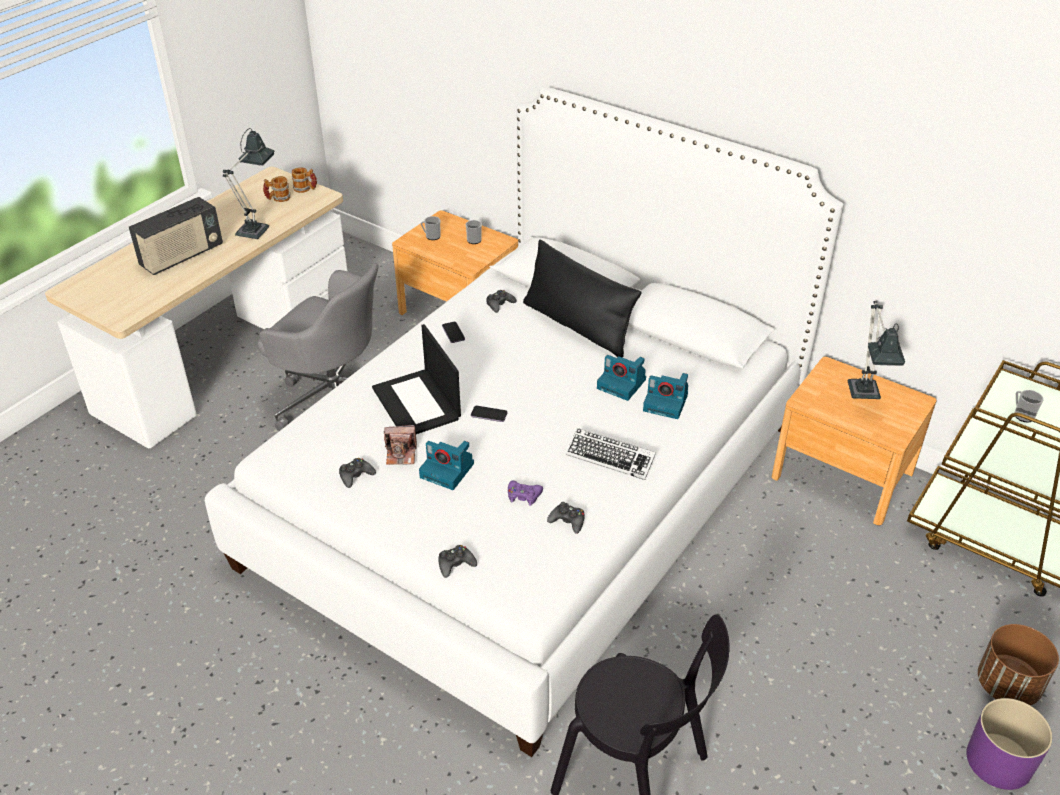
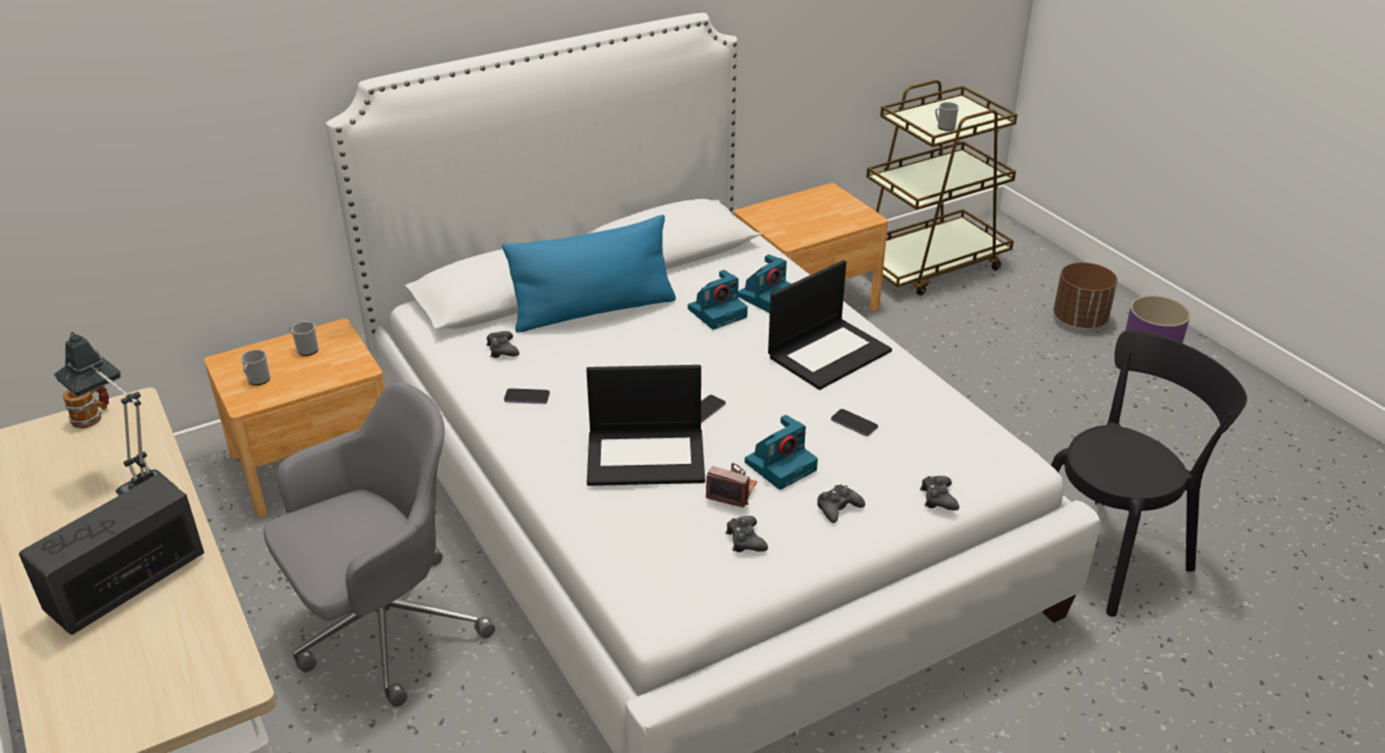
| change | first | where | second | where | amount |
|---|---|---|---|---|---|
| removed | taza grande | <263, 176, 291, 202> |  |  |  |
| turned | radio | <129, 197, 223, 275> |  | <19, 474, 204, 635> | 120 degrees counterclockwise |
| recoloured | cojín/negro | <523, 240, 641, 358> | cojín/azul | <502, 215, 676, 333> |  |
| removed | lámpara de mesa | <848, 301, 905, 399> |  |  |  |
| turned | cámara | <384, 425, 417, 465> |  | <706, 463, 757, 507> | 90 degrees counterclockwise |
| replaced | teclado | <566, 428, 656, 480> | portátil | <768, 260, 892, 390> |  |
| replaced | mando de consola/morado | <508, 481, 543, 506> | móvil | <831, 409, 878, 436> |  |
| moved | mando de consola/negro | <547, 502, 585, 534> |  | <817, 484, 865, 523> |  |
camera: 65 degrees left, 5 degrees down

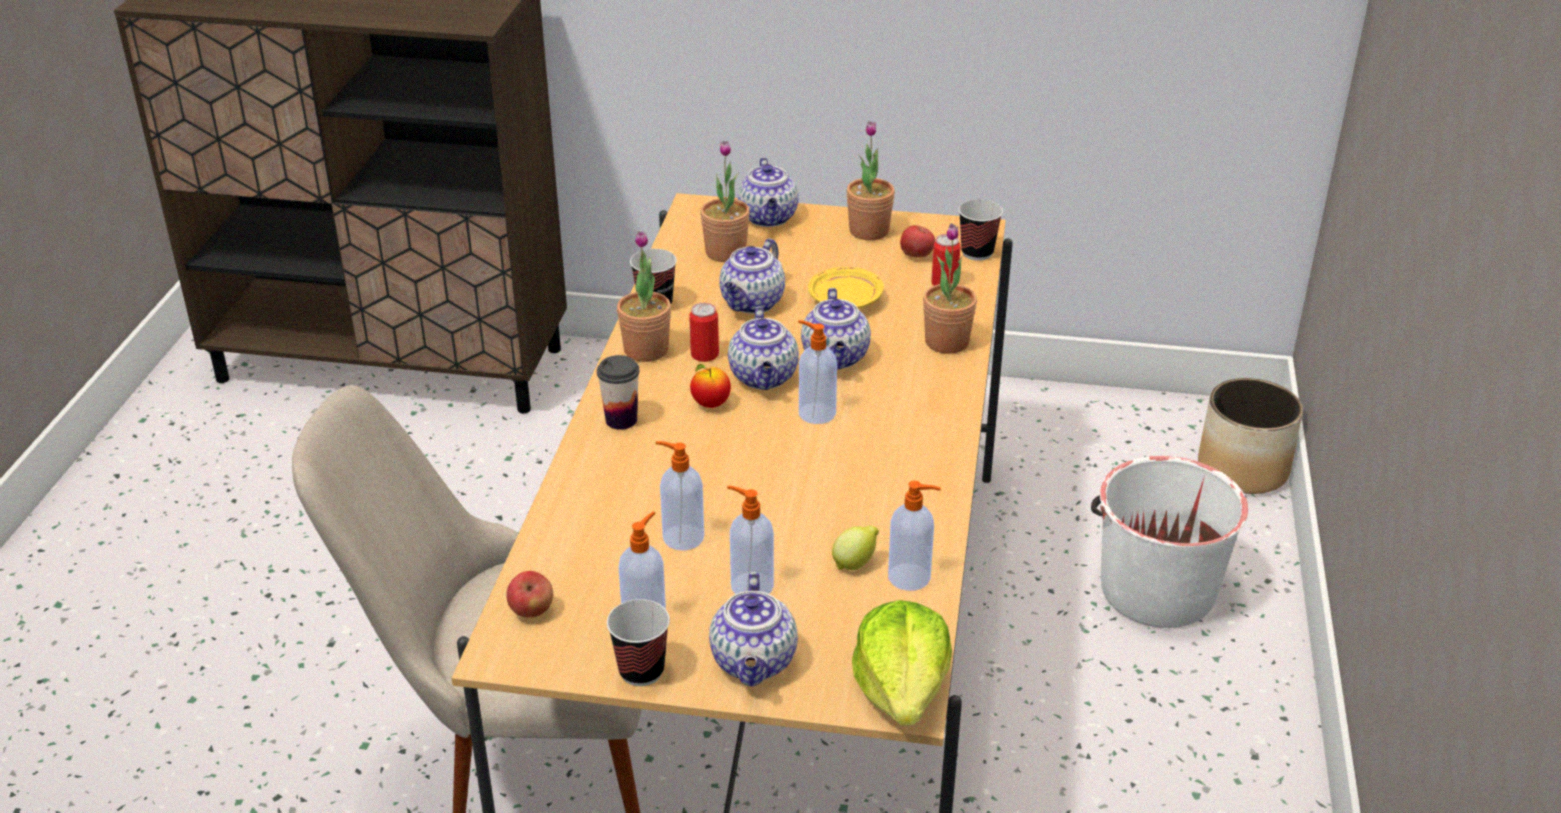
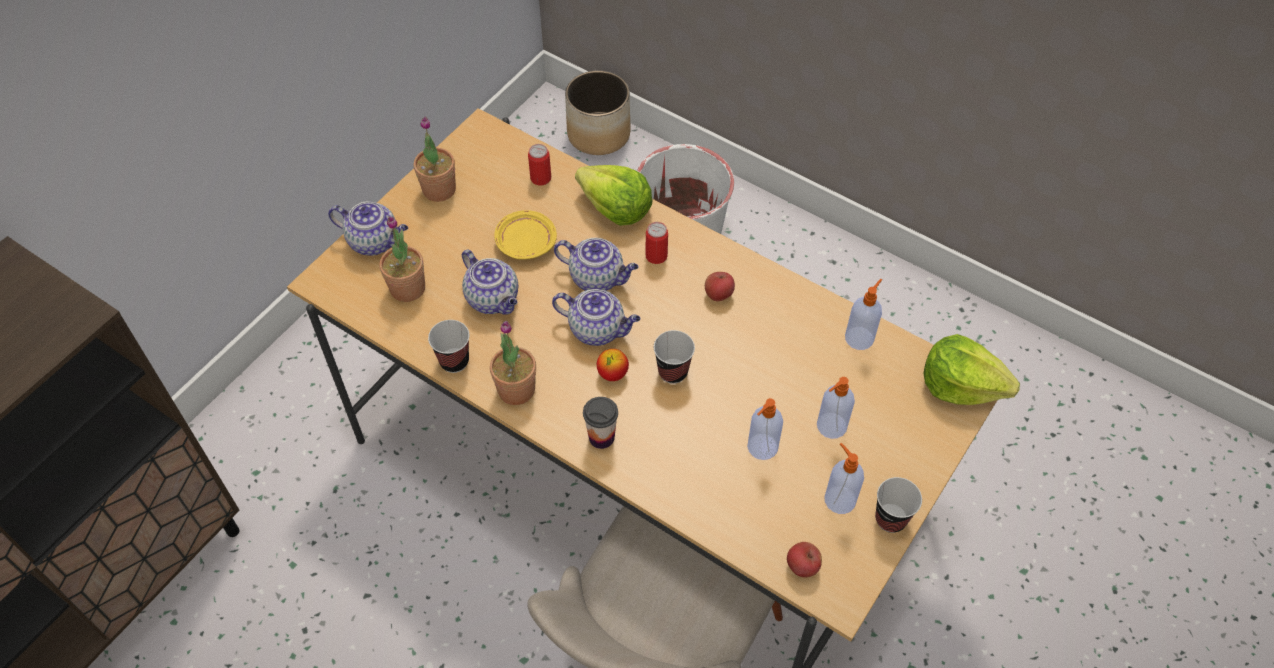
| change | first | where | second | where | amount |
|---|---|---|---|---|---|
| moved | taza | <958, 199, 1003, 261> |  | <654, 330, 695, 384> |  |
| replaced | planta en maceta | <923, 223, 977, 354> | lechuga | <575, 165, 653, 226> |  |
| moved | manzana | <900, 225, 935, 257> |  | <705, 272, 735, 301> |  |
| moved | lata | <689, 303, 719, 362> |  | <645, 222, 668, 264> |  |
| removed | dispensador de jabón | <798, 320, 837, 424> |  |  |  |
| removed | limón | <832, 525, 879, 570> |  |  |  |
| removed | tetera | <709, 572, 798, 686> |  |  |  |
camera: 65 degrees left, 20 degrees up

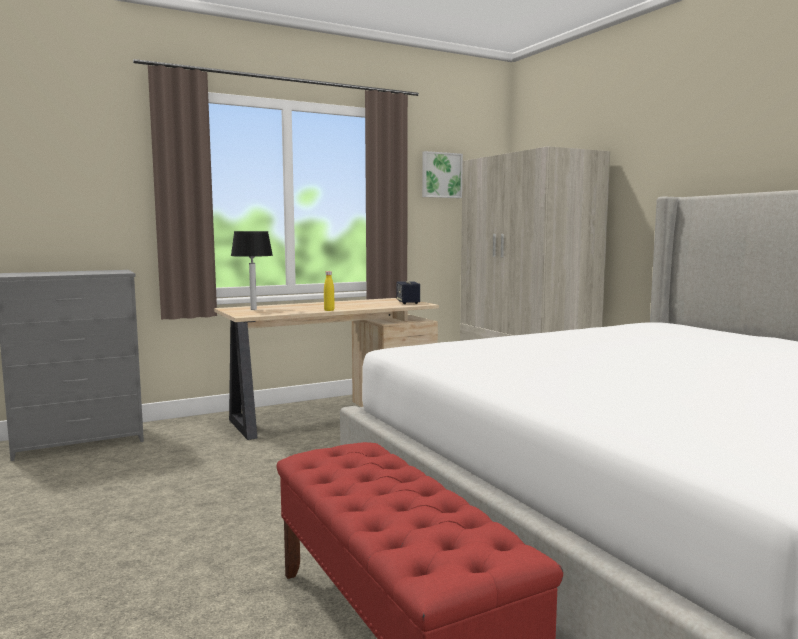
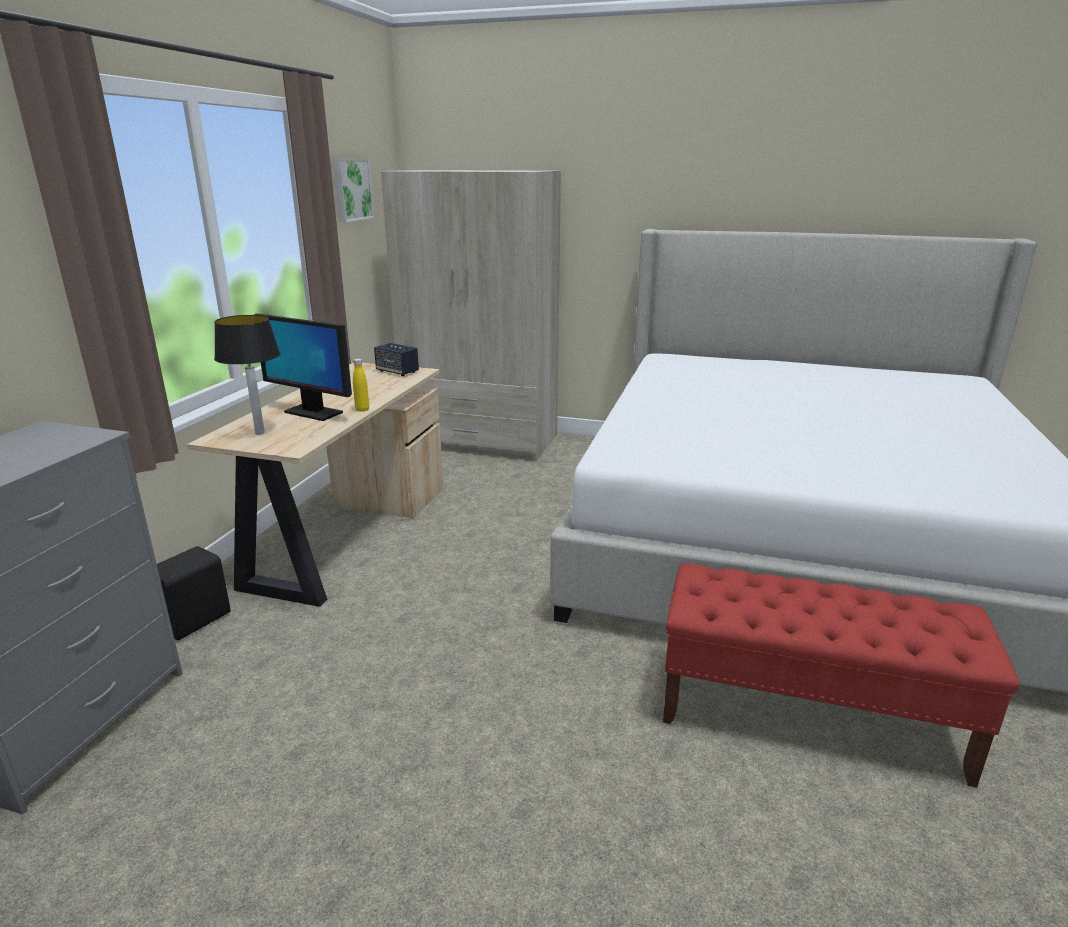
| change | first | where | second | where | amount |
|---|---|---|---|---|---|
| added |  |  | monitor | <253, 314, 352, 421> |  |
| added |  |  | altavoz/negro | <157, 546, 231, 640> |  |
camera: 45 degrees left, 15 degrees up

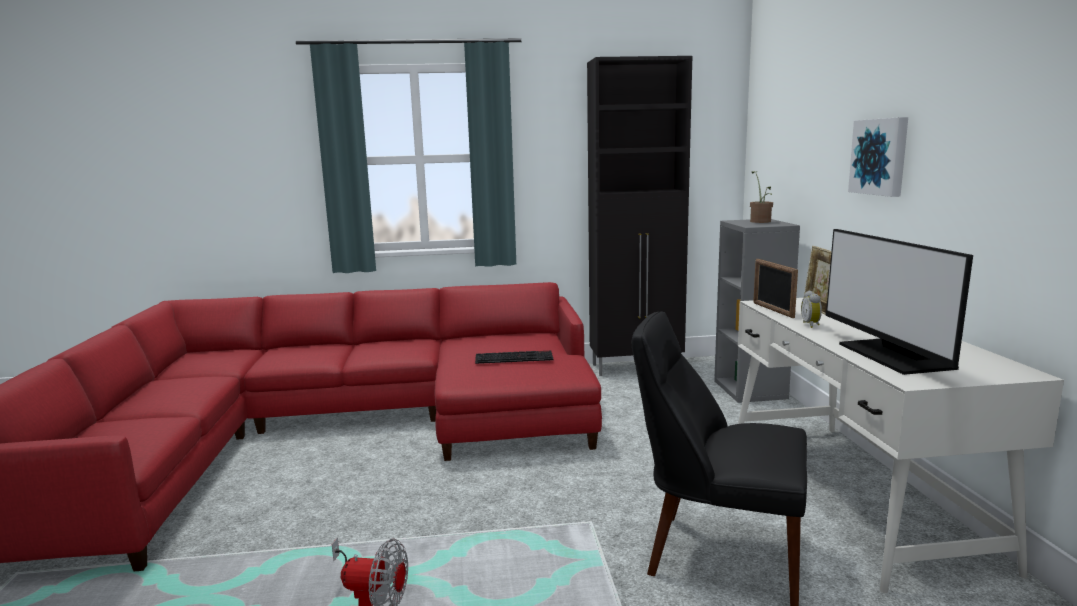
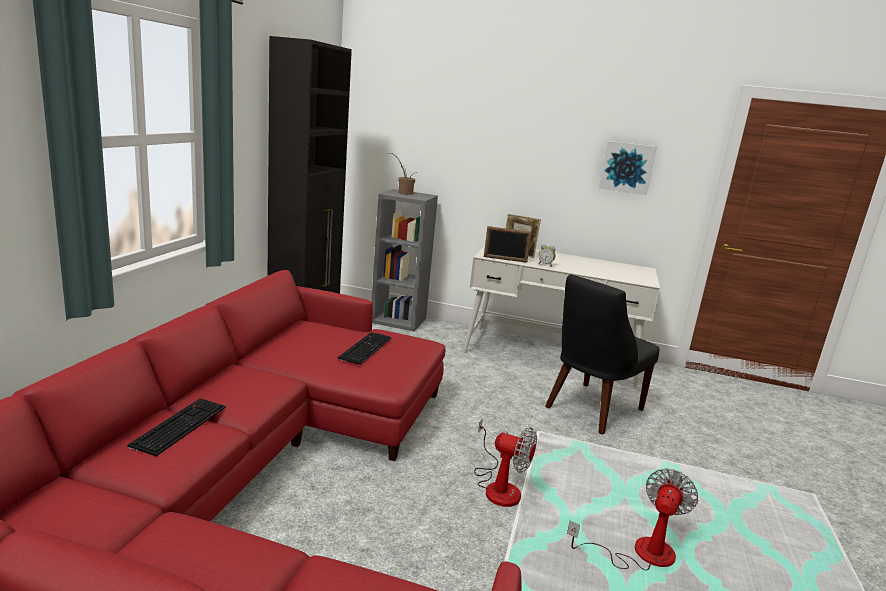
| change | first | where | second | where | amount |
|---|---|---|---|---|---|
| moved | cuadro | <848, 117, 908, 197> |  | <599, 141, 657, 195> |  |
| removed | monitor | <825, 229, 973, 375> |  |  |  |
| added |  |  | teclado | <127, 398, 226, 456> |  |
| added |  |  | ventilador | <474, 419, 537, 507> |  |
camera: 70 degrees left, 5 degrees up

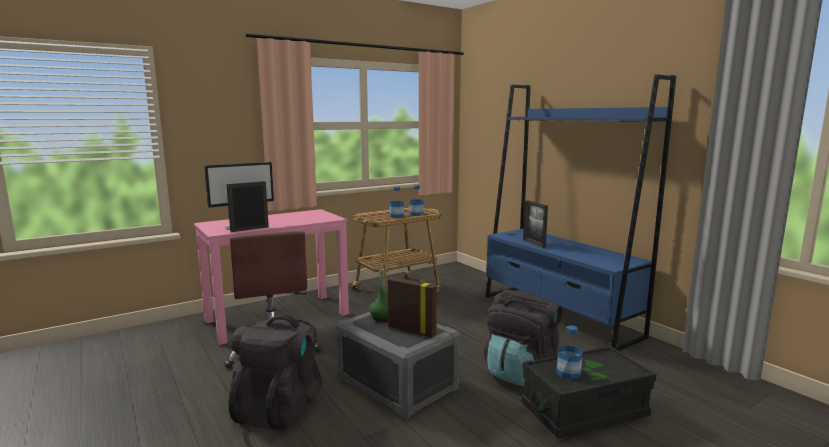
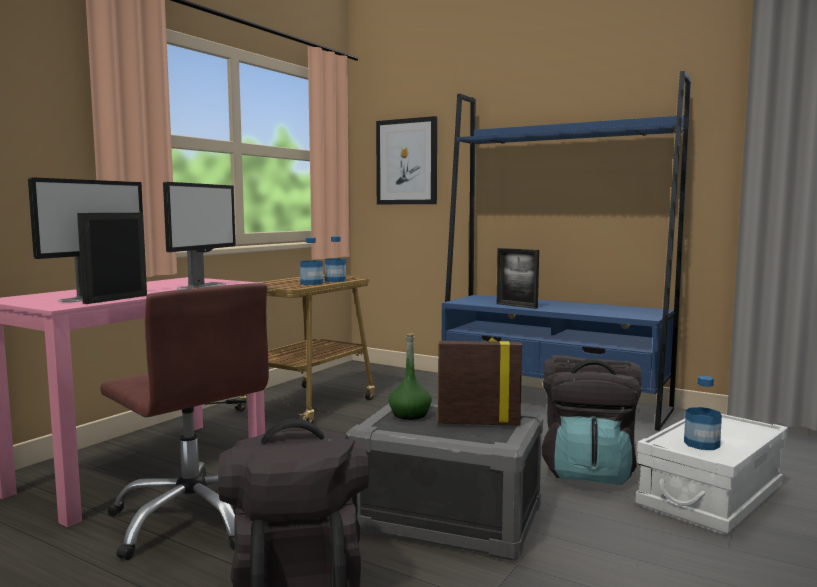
| change | first | where | second | where | amount |
|---|---|---|---|---|---|
| recoloured | caja de almacenaje/negro | <521, 346, 657, 438> | caja de almacenaje/blanco | <635, 414, 788, 534> |  |
| added |  |  | cuadro | <376, 116, 437, 204> |  |
| added |  |  | monitor | <163, 182, 236, 290> |  |
camera: 25 degrees left, 5 degrees down

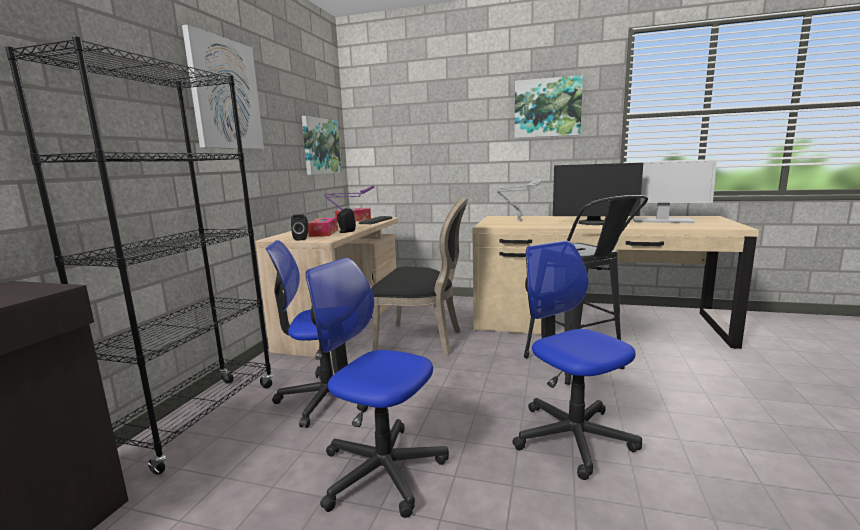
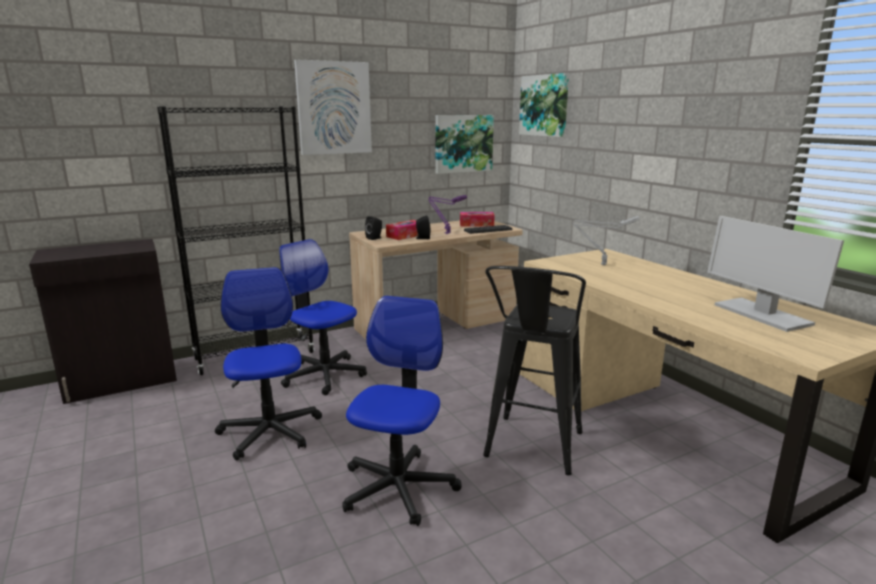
| change | first | where | second | where | amount |
|---|---|---|---|---|---|
| moved | cuadro | <515, 75, 583, 138> |  | <519, 73, 569, 137> |  |
| removed | monitor | <553, 163, 643, 225> |  |  |  |
| removed | silla/negro | <371, 197, 468, 355> |  |  |  |
camera: 45 degrees right, 5 degrees up

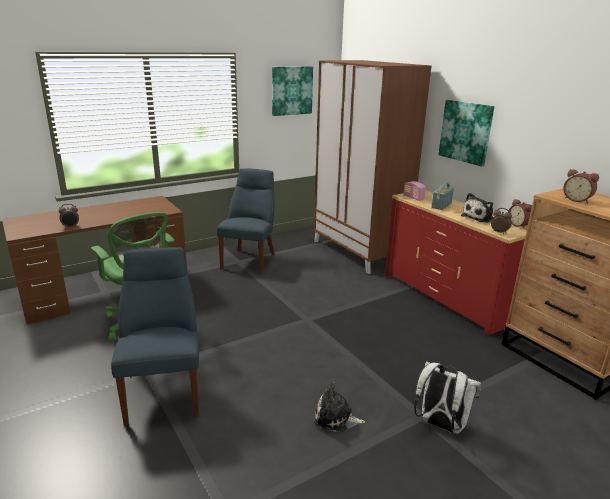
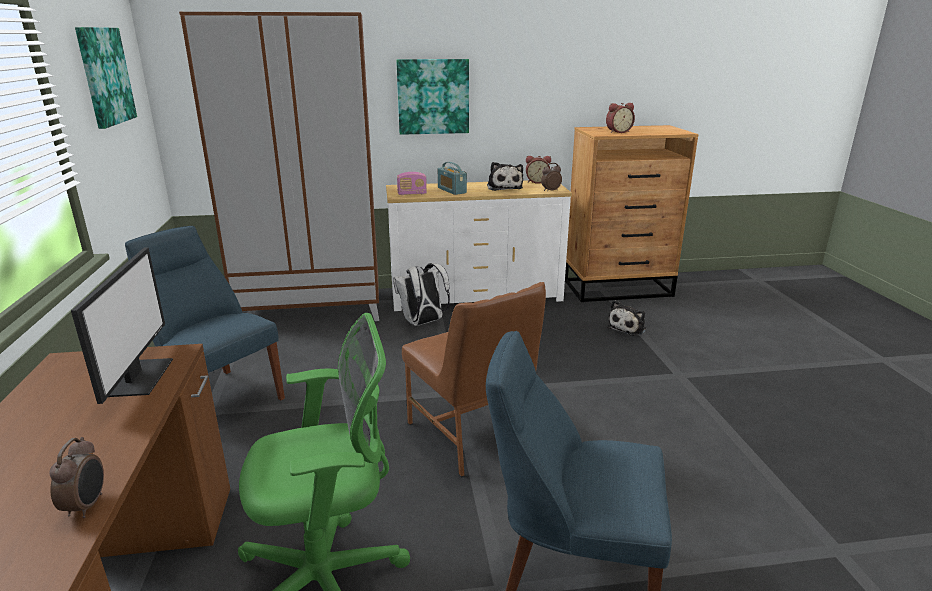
| change | first | where | second | where | amount |
|---|---|---|---|---|---|
| recoloured | cómoda/rojo | <385, 190, 528, 335> | cómoda/blanco | <386, 180, 572, 311> |  |
| moved | mochila/blanco | <414, 361, 481, 434> |  | <393, 263, 450, 326> |  |
| moved | peluche | <314, 382, 365, 432> |  | <607, 300, 647, 336> |  |
| added |  |  | monitor | <71, 247, 173, 404> |  |
| added |  |  | silla/marrón | <402, 282, 546, 477> |  |
camera: 65 degrees left, 0 degrees up

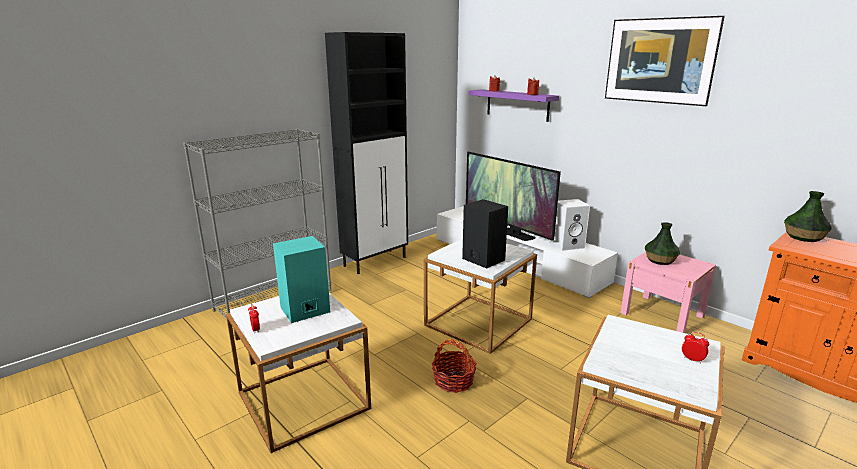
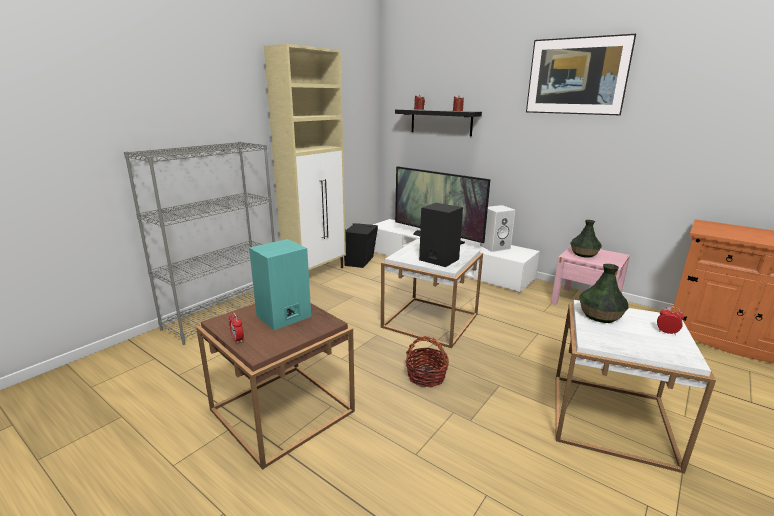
| change | first | where | second | where | amount |
|---|---|---|---|---|---|
| recoloured | armario/negro | <325, 32, 408, 274> | armario/beis | <264, 44, 346, 270> |  |
| recoloured | estante/morado | <469, 89, 559, 122> | estante/negro | <395, 109, 482, 136> |  |
| moved | florero | <784, 191, 832, 242> |  | <579, 264, 628, 323> |  |
| recoloured | mesa auxiliar/blanco | <226, 293, 371, 453> | mesa auxiliar/marrón | <196, 303, 355, 469> |  |
| added |  |  | altavoz/negro | <344, 223, 378, 268> |  |
camera: 10 degrees left, 0 degrees up

